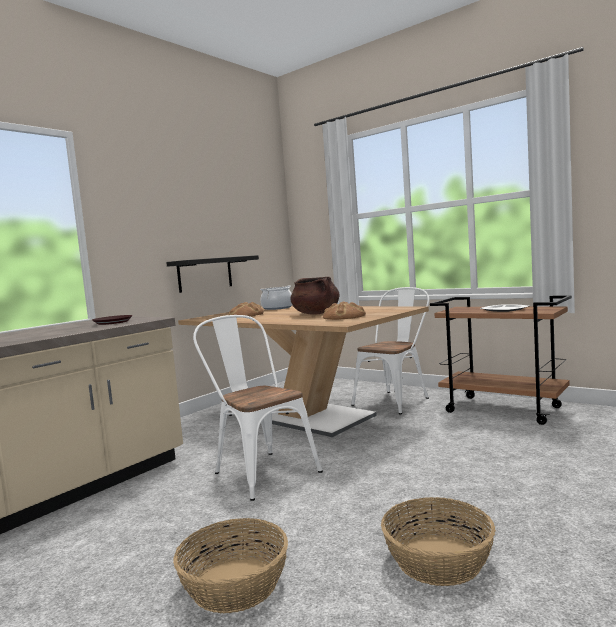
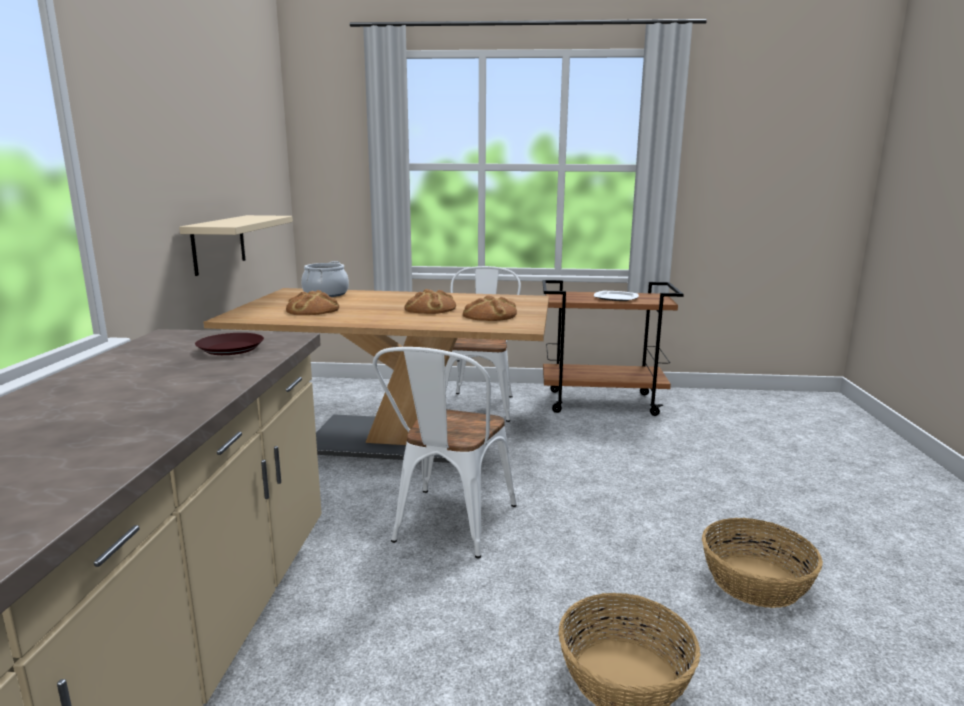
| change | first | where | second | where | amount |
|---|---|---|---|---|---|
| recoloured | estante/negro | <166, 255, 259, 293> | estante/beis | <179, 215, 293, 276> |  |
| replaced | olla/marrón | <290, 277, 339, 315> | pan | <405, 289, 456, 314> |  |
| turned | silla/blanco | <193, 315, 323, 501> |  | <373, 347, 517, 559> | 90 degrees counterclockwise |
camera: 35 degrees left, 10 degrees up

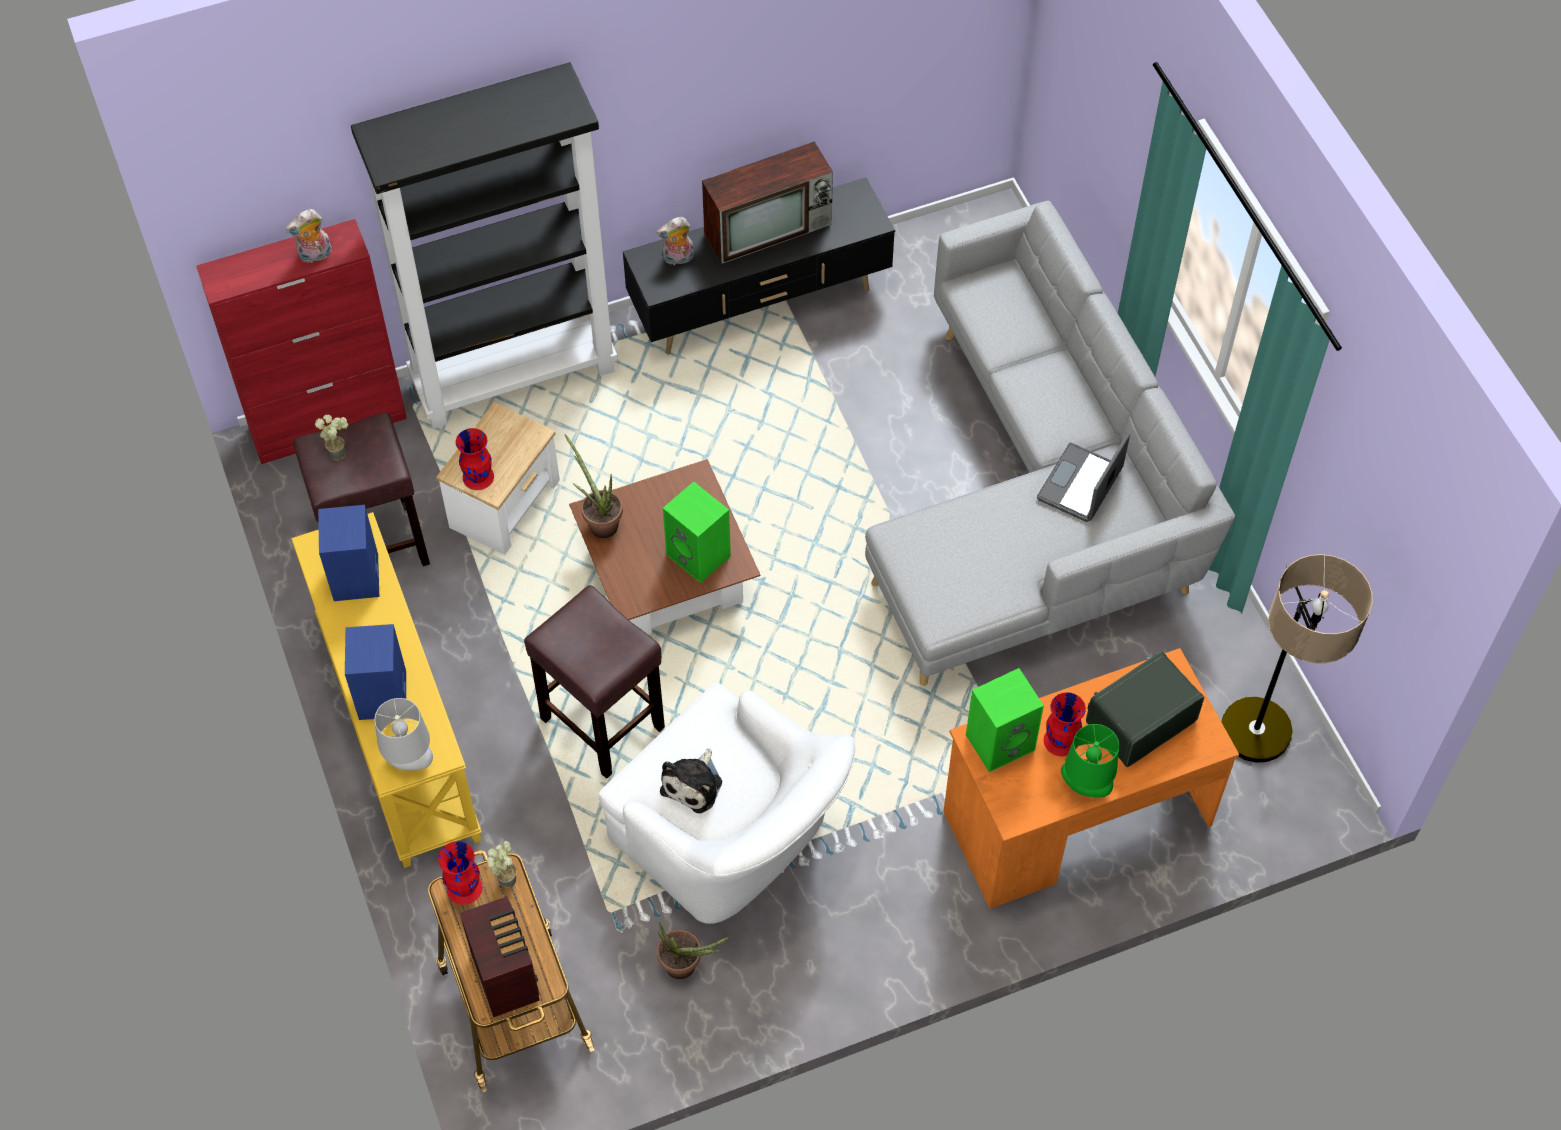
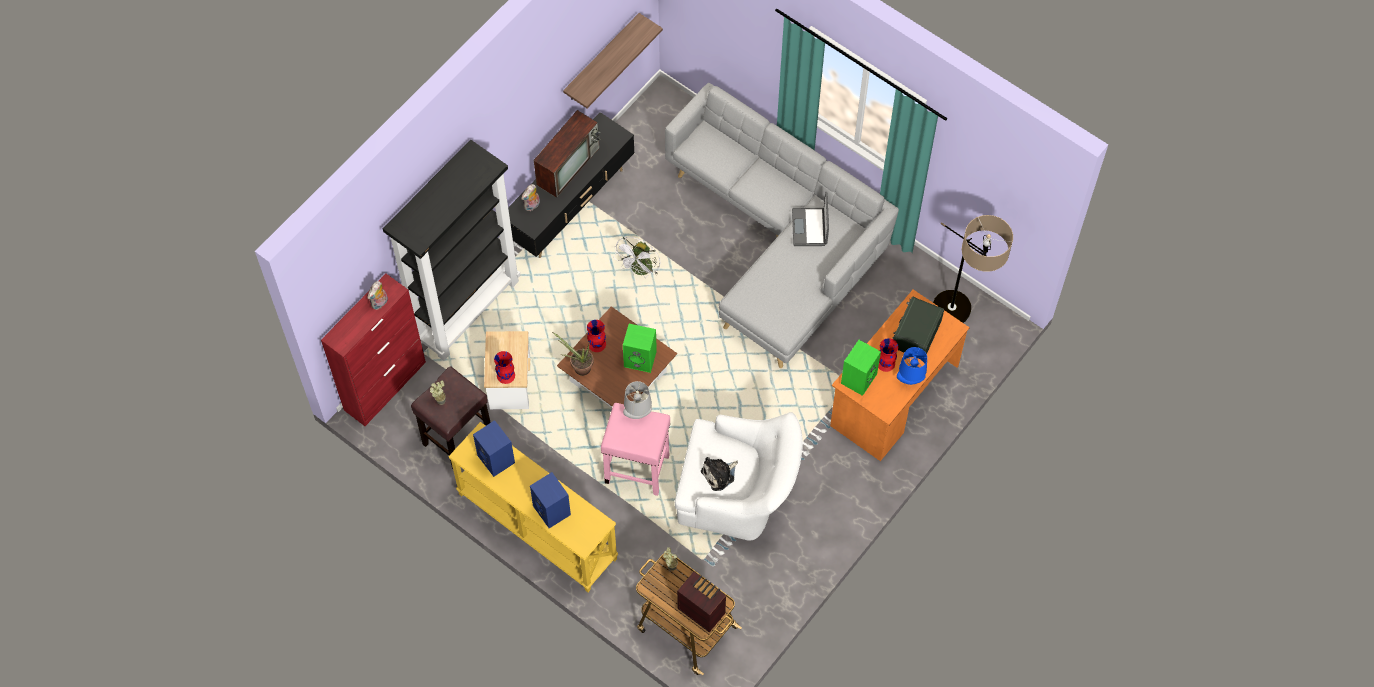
| change | first | where | second | where | amount |
|---|---|---|---|---|---|
| recoloured | taburete/marrón | <524, 585, 665, 779> | taburete/rosa | <601, 403, 670, 496> |  |
| moved | lámpara de mesa/gris | <374, 698, 433, 770> |  | <623, 381, 652, 419> |  |
| recoloured | lámpara de mesa/verde | <1061, 724, 1119, 798> | lámpara de mesa/azul | <897, 347, 927, 385> |  |
| turned | peluche | <660, 748, 722, 813> |  | <701, 457, 738, 491> | 60 degrees clockwise |
| moved | florero/rojo | <438, 841, 483, 905> |  | <587, 320, 606, 352> |  |
| removed | planta en maceta | <657, 921, 729, 979> |  |  |  |
| added |  |  | estante | <563, 13, 663, 108> |  |
| added |  |  | ventilador/blanco | <613, 237, 660, 278> |  |
camera: 30 degrees left, 5 degrees up

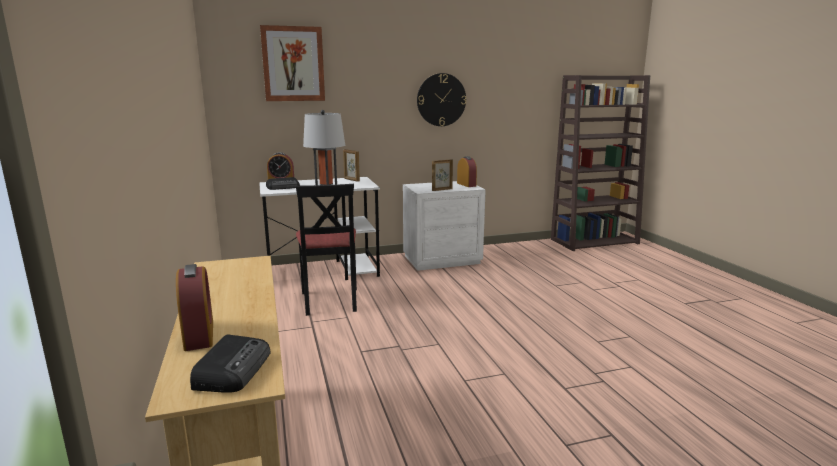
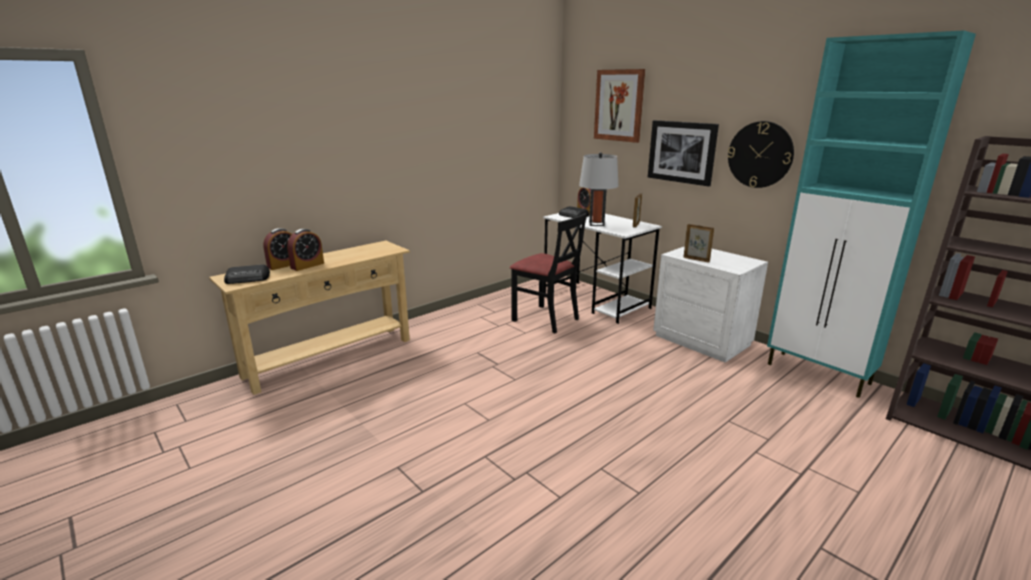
| change | first | where | second | where | amount |
|---|---|---|---|---|---|
| moved | despertador | <457, 156, 477, 187> |  | <287, 229, 324, 271> |  |
| turned | silla/negro | <296, 184, 357, 316> |  | <510, 213, 587, 333> | 105 degrees counterclockwise |
| added |  |  | armario/turquesa | <767, 30, 976, 398> |  |
| added |  |  | cuadro | <648, 120, 719, 187> |  |
camera: 65 degrees right, 5 degrees up

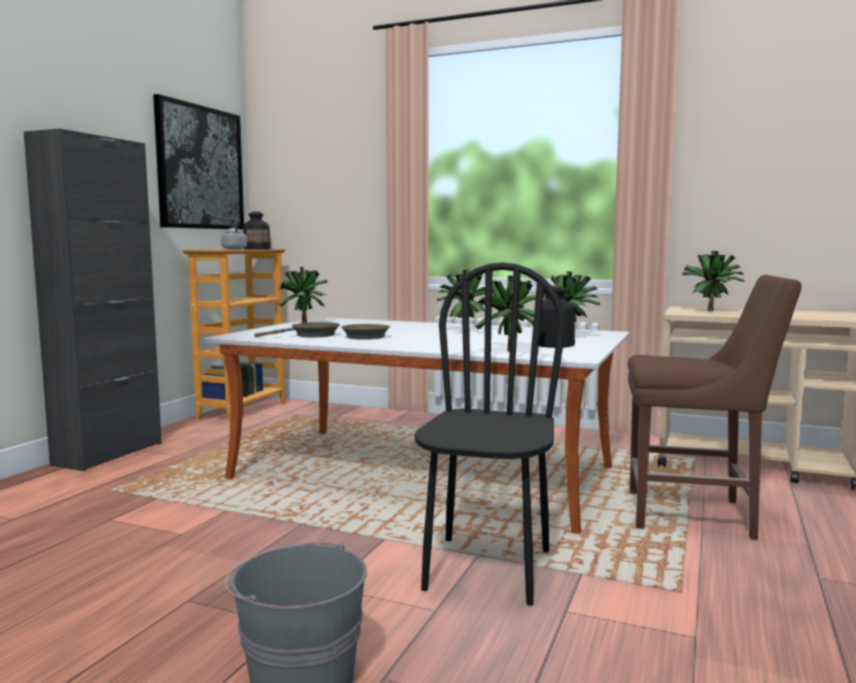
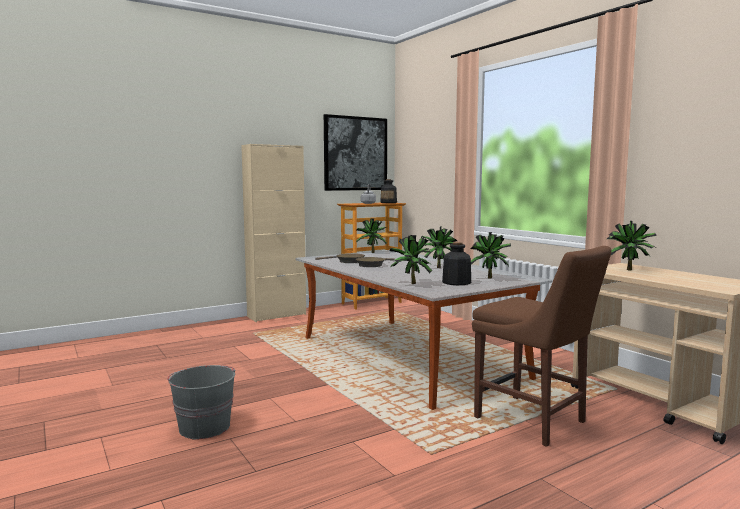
| change | first | where | second | where | amount |
|---|---|---|---|---|---|
| recoloured | armario/negro | <24, 128, 162, 471> | armario/beis | <241, 144, 306, 322> |  |
| removed | silla/negro | <414, 262, 566, 606> |  |  |  |
camera: 35 degrees right, 0 degrees up

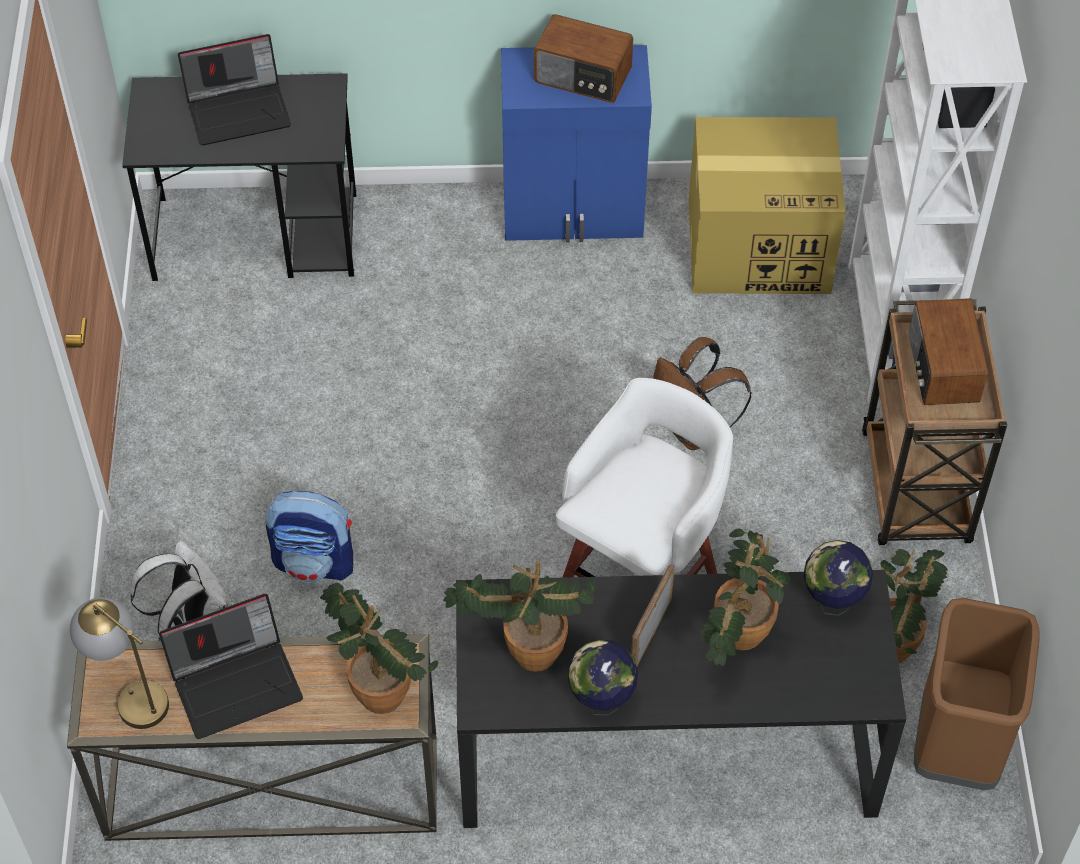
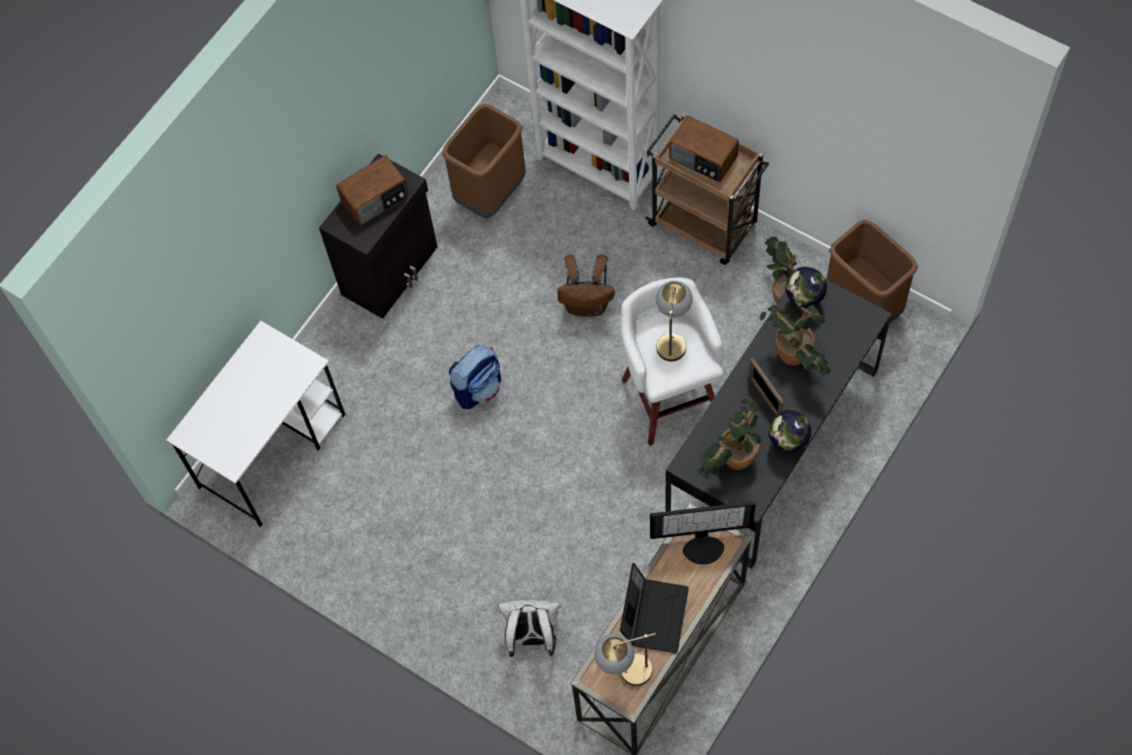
| change | first | where | second | where | amount |
|---|---|---|---|---|---|
| removed | portátil | <178, 34, 291, 145> |  |  |  |
| recoloured | armario/azul | <501, 45, 652, 242> | armario/negro | <319, 153, 438, 319> |  |
| recoloured | escritorio/negro | <122, 73, 357, 281> | escritorio/blanco | <166, 321, 345, 527> |  |
| replaced | caja de cartón | <689, 117, 845, 294> | papelera/marrón | <442, 104, 526, 218> |  |
| moved | mochila | <266, 491, 353, 583> |  | <449, 345, 501, 409> |  |
| replaced | planta en maceta | <320, 583, 438, 714> | monitor | <650, 501, 756, 565> |  |
| added |  |  | lámpara de mesa | <656, 281, 693, 361> |  |
camera: 50 degrees left, 10 degrees up

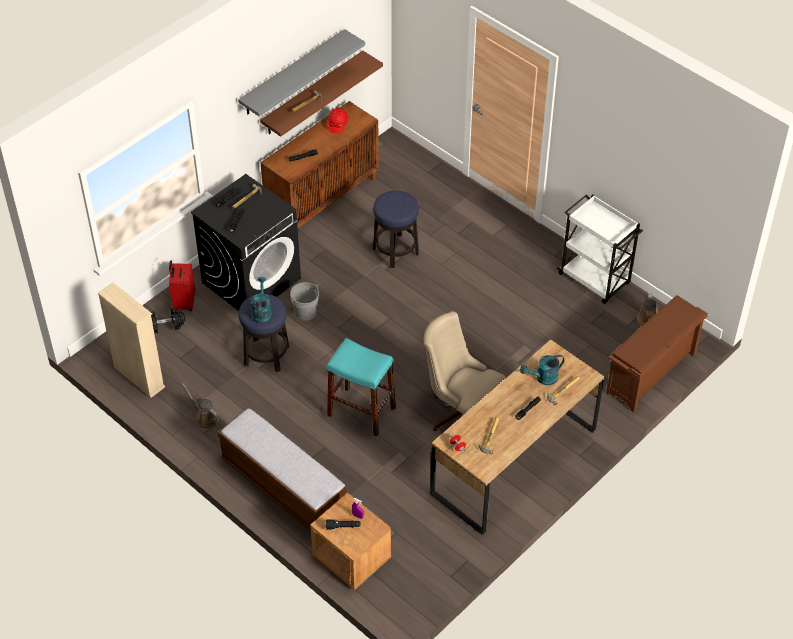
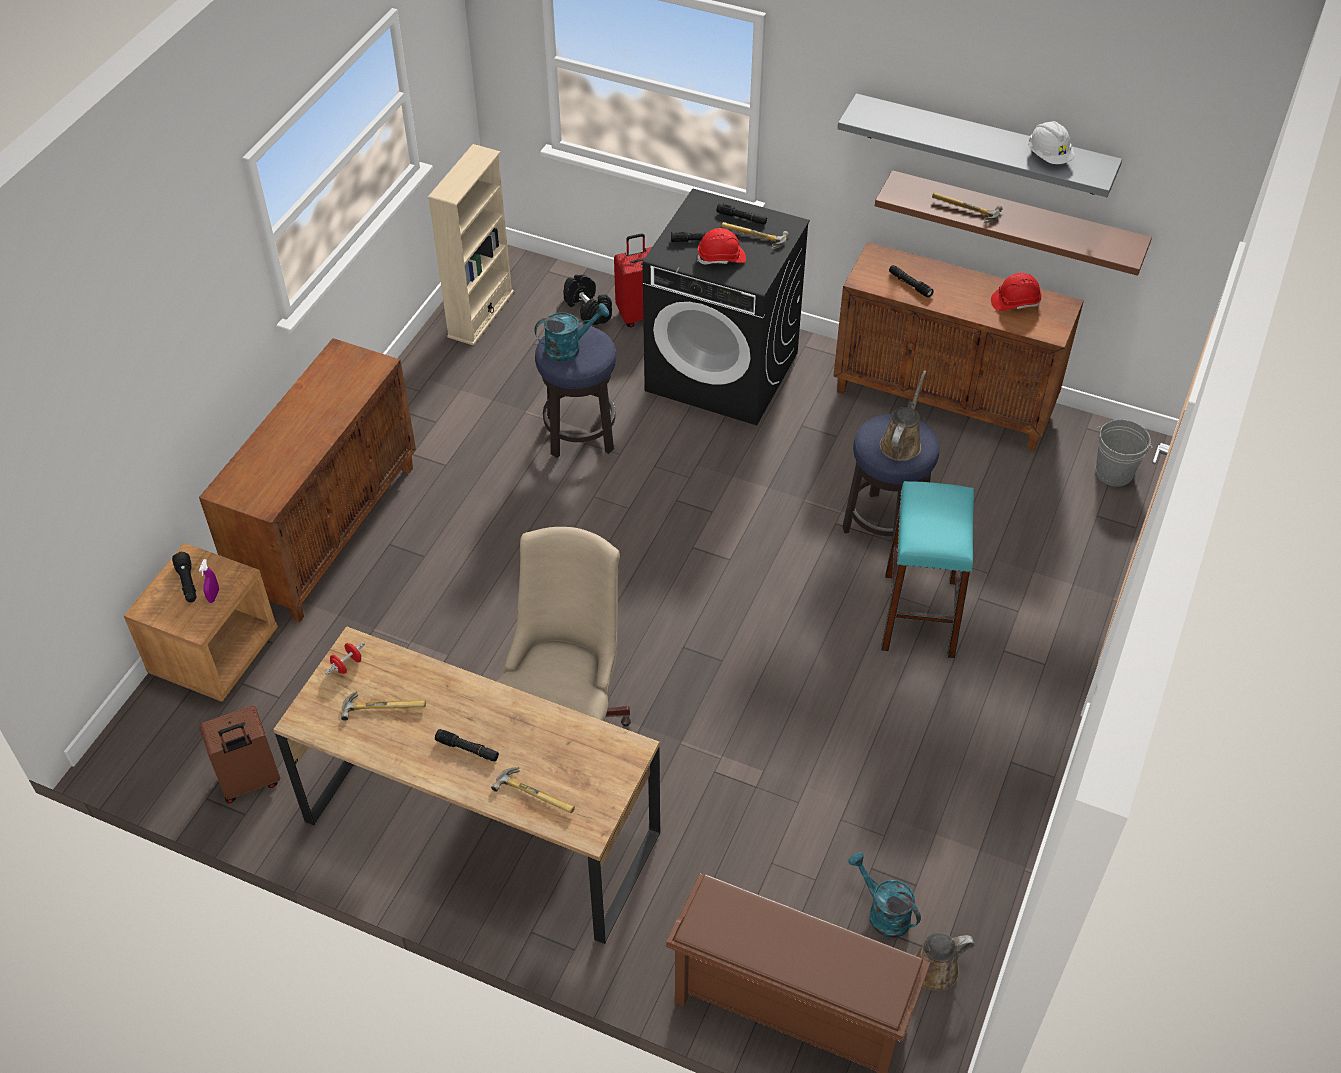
| change | first | where | second | where | amount |
|---|---|---|---|---|---|
| removed | carrito/blanco | <557, 194, 643, 304> |  |  |  |
| moved | cubo/gris | <290, 282, 319, 321> |  | <1096, 419, 1153, 487> |  |
| moved | taburete/turquesa | <327, 338, 396, 437> |  | <881, 481, 974, 658> |  |
| moved | regadera/turquesa | <520, 354, 564, 385> |  | <848, 852, 921, 938> |  |
| moved | regadera/marrón | <182, 383, 219, 429> |  | <880, 370, 926, 461> |  |
| replaced | banco | <218, 408, 346, 532> | armario/marrón | <199, 338, 416, 622> |  |
| added |  |  | casco/blanco | <1028, 121, 1075, 164> |  |
| added |  |  | casco/rojo | <697, 228, 746, 265> |  |
| added |  |  | maleta/marrón | <199, 706, 280, 803> |  |
camera: 70 degrees right, 0 degrees up

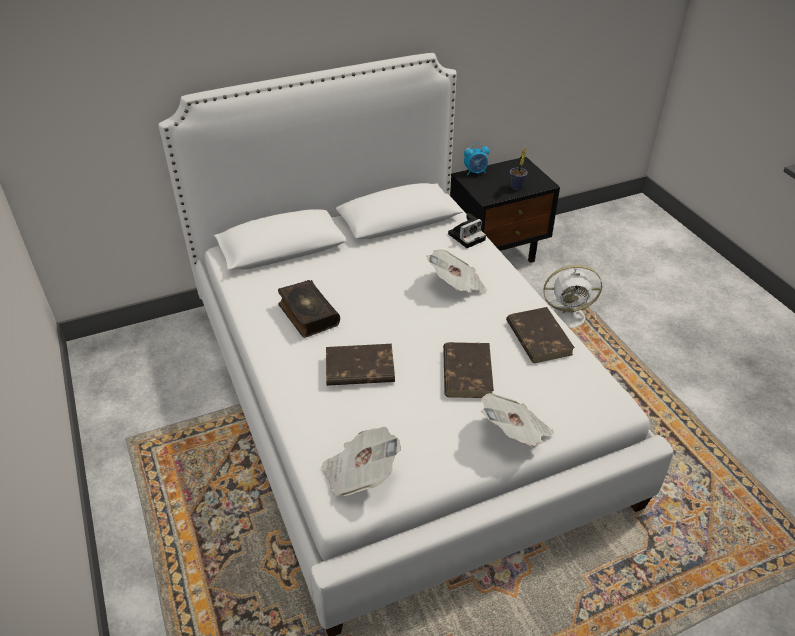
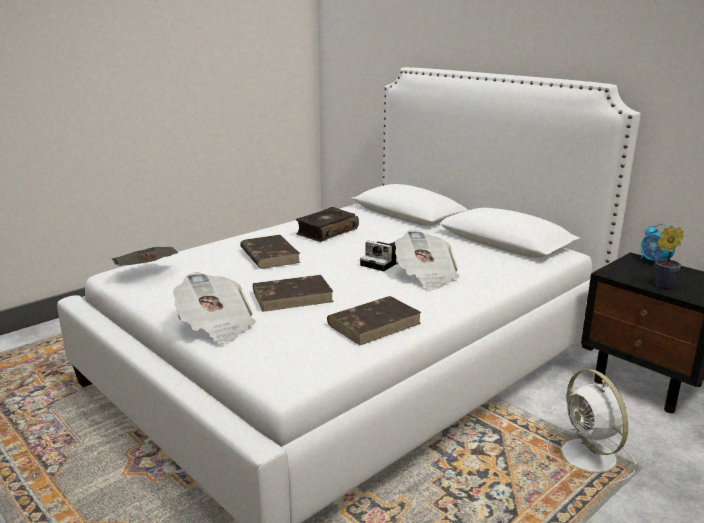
| change | first | where | second | where | amount |
|---|---|---|---|---|---|
| moved | cámara | <448, 213, 486, 248> |  | <360, 241, 397, 271> |  |
camera: 70 degrees right, 20 degrees down

